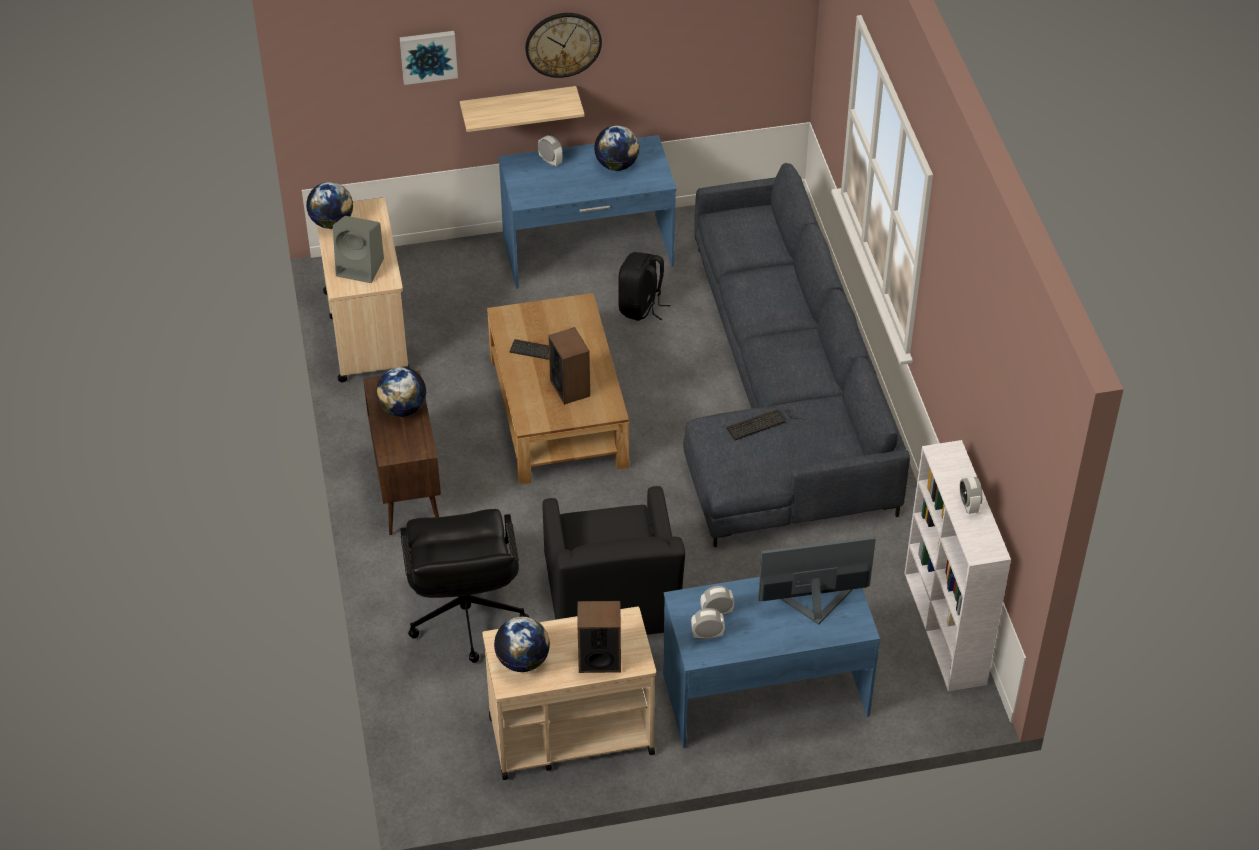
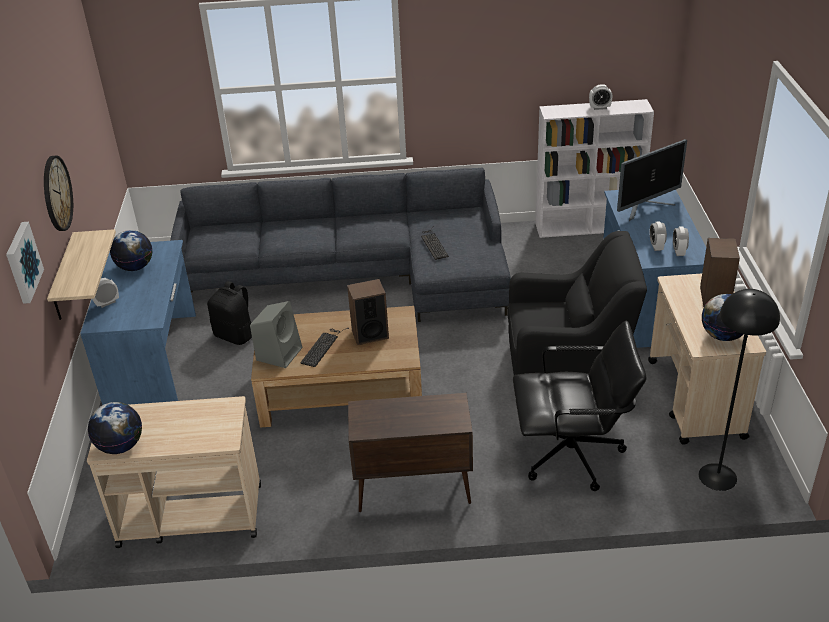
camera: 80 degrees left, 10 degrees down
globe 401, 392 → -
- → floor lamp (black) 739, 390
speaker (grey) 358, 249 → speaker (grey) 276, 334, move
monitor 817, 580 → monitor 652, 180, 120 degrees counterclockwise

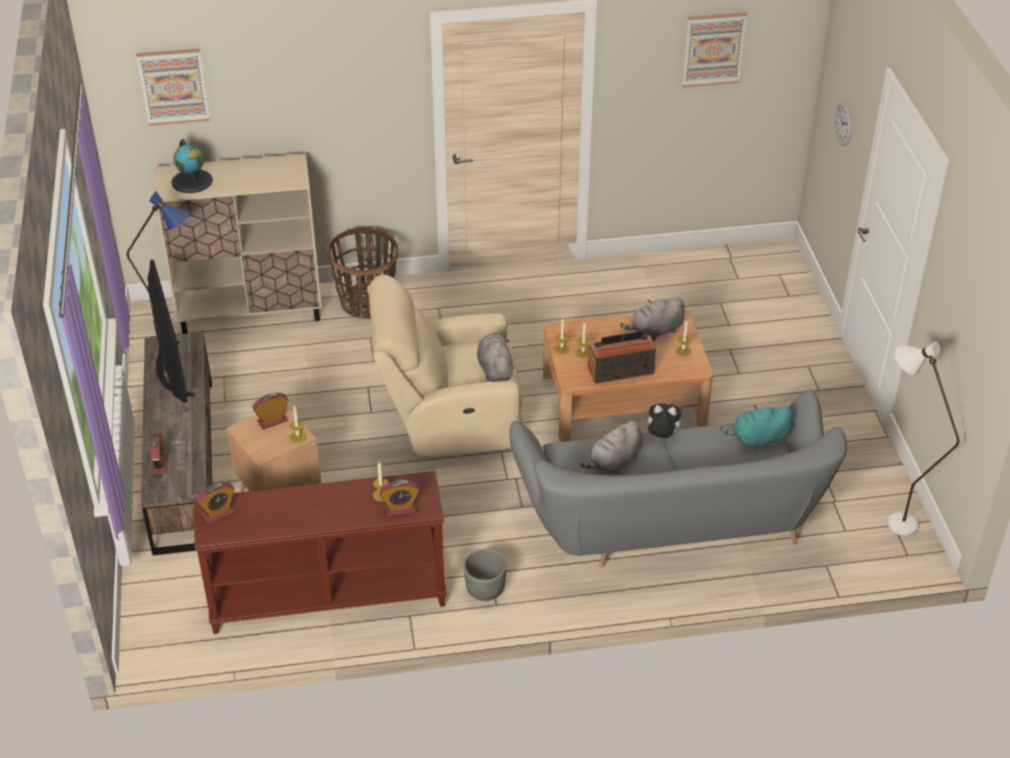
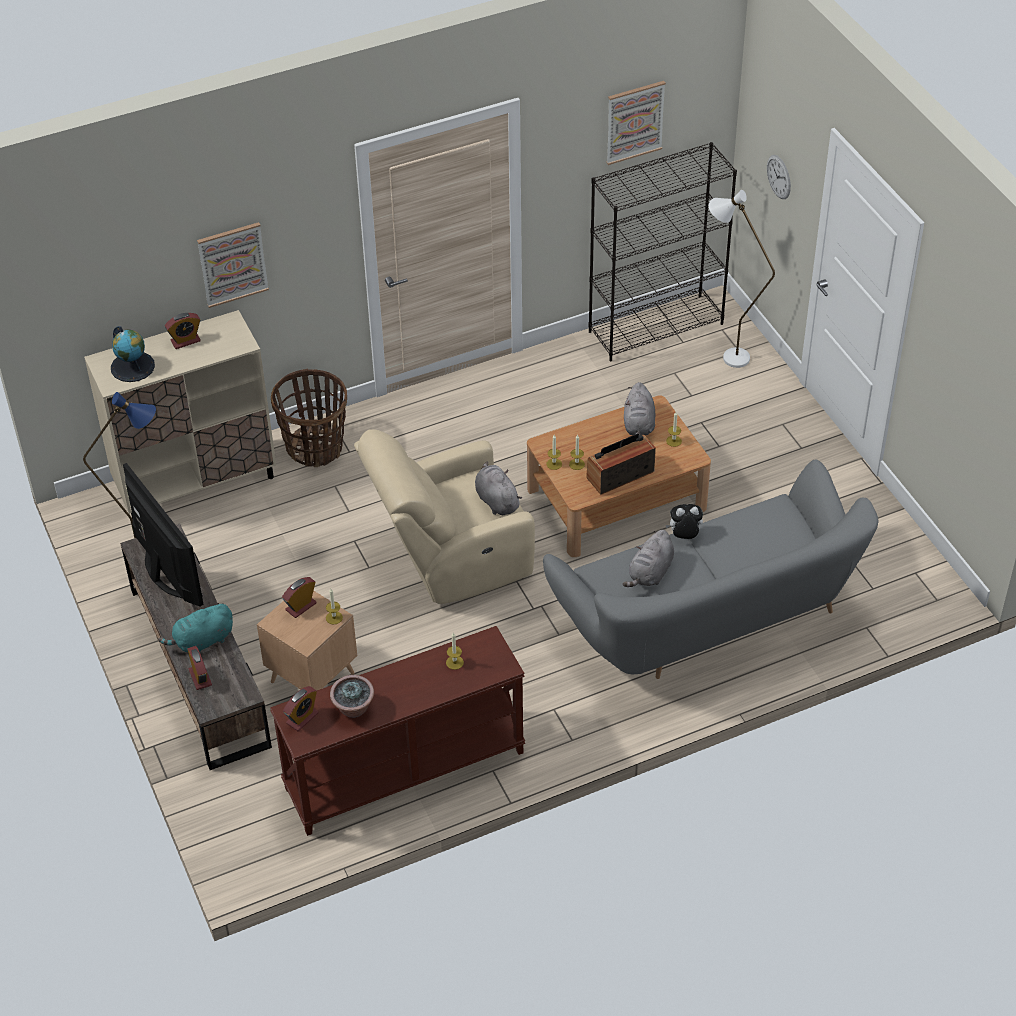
camera: 15 degrees left, 5 degrees up
planter (grey) 485, 575 → -
- → potted plant 352, 696
- → bookcase (black) 662, 251
picture 173, 87 → picture 233, 265, move
alarm clock 400, 498 → alarm clock 183, 331, move
plush toy (turquoise) 757, 427 → plush toy (turquoise) 195, 628, move
floor lamp (white) 923, 438 → floor lamp (white) 742, 279, move
plush toy (grey) 652, 319 → plush toy (grey) 639, 408, 45 degrees counterclockwise

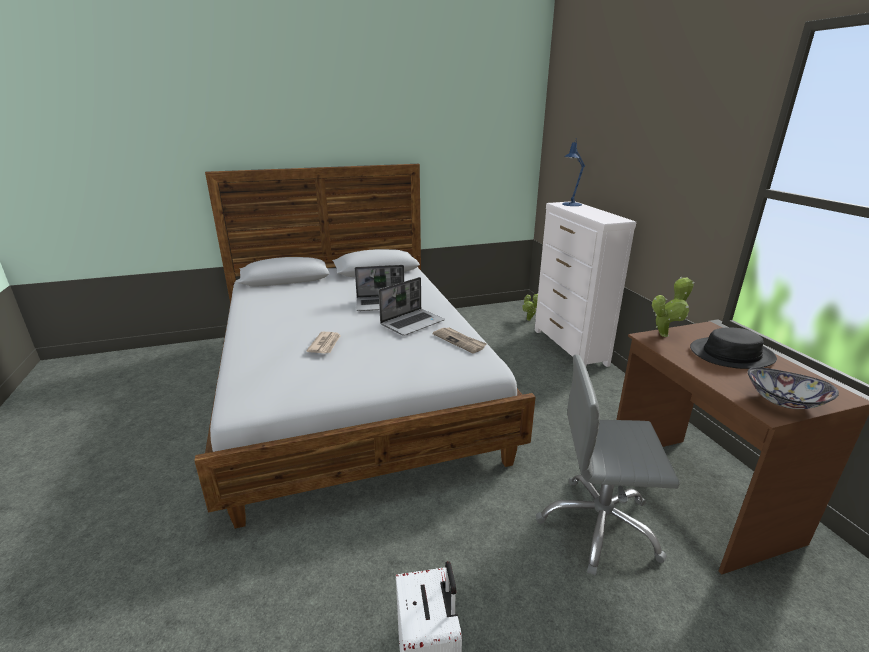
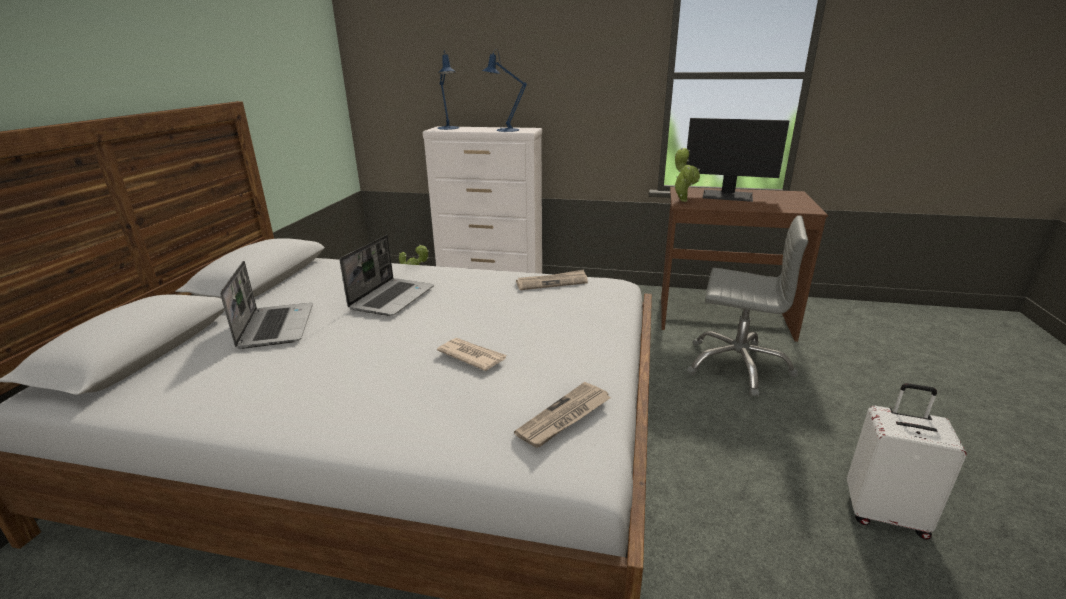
camera: 60 degrees left, 0 degrees up
bowl 793, 388 → -
- → table lamp (blue) 504, 90
- → newspaper 563, 415
laptop 412, 306 → laptop 266, 305, move
hat (black) 733, 348 → monitor 737, 160
office chair (grey) 608, 465 → office chair (grey) 747, 306, 105 degrees counterclockwise

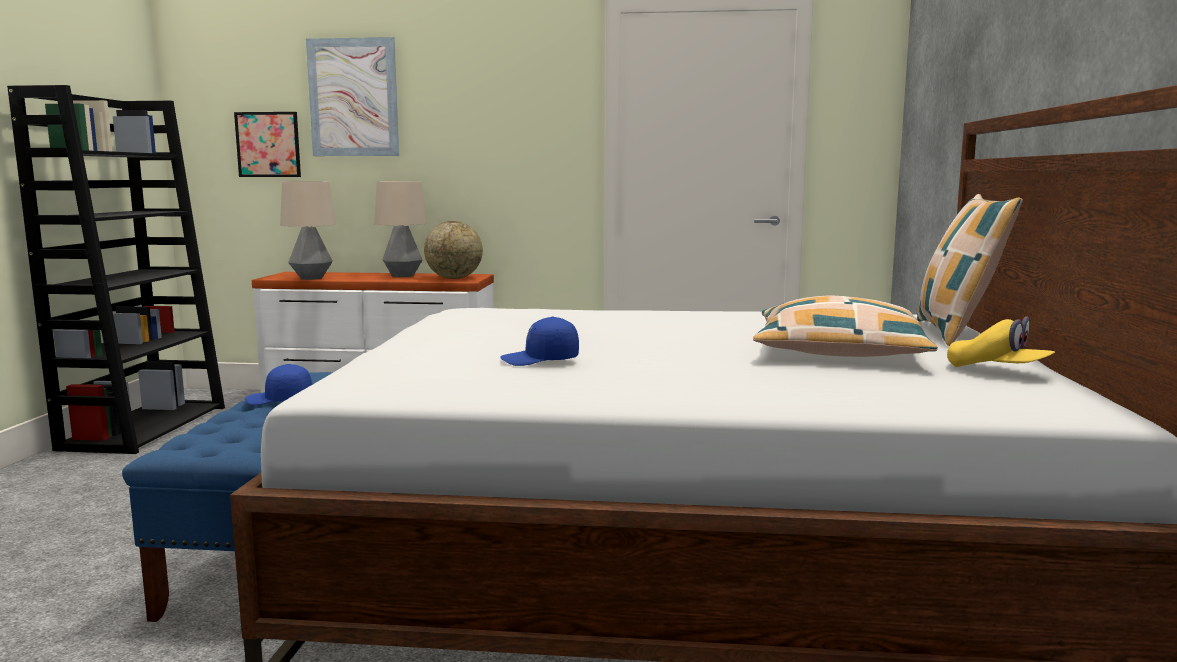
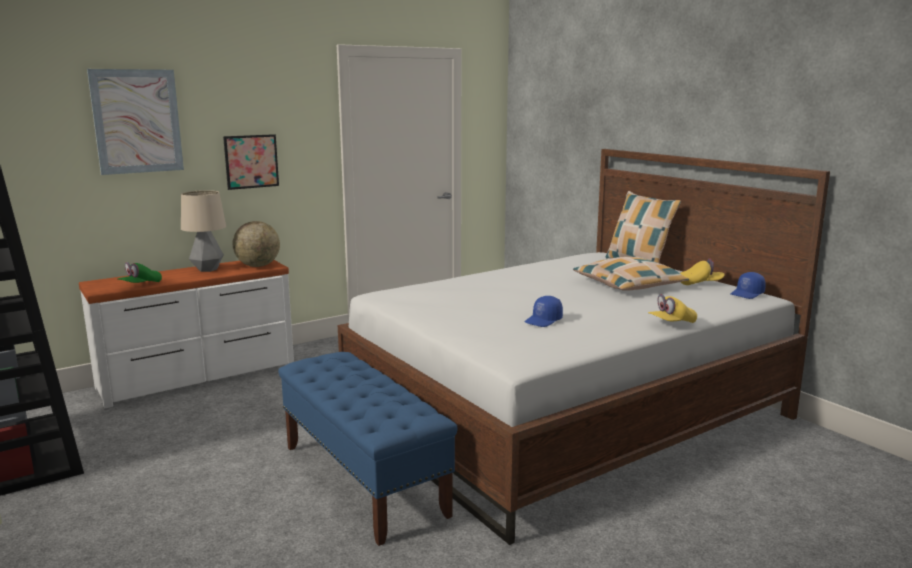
camera: 40 degrees left, 5 degrees up
- → cap (yellow) 672, 308
picture 267, 144 → picture 251, 162, move
cap (blue) 278, 384 → cap (blue) 748, 285, move
table lamp 308, 230 → cap (green) 140, 272

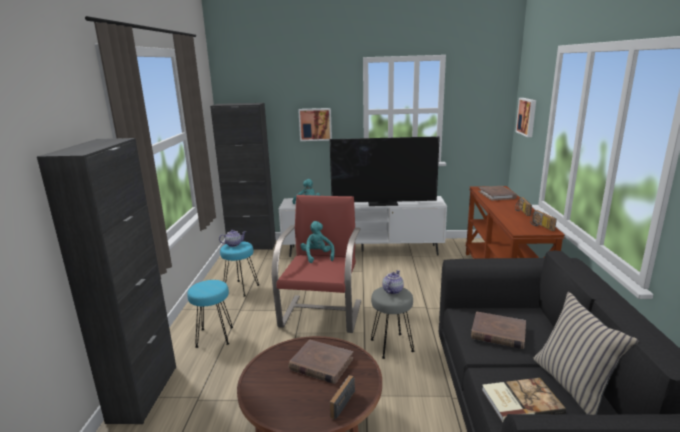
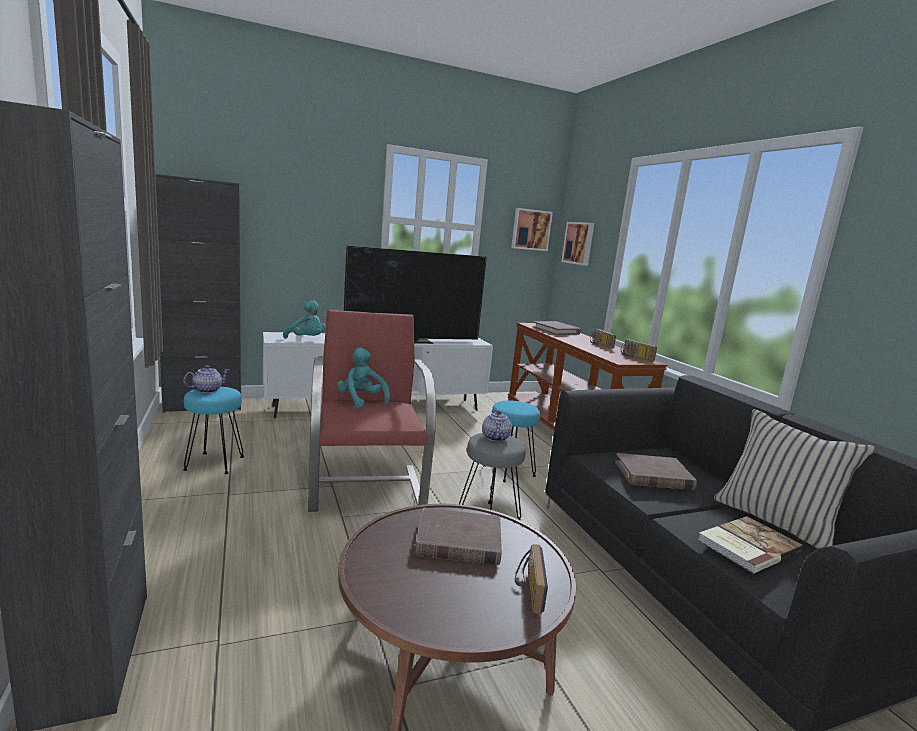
camera: 25 degrees left, 5 degrees down
stool (turquoise) 210, 314 → stool (turquoise) 511, 441, move
picture 315, 124 → picture 532, 229, move

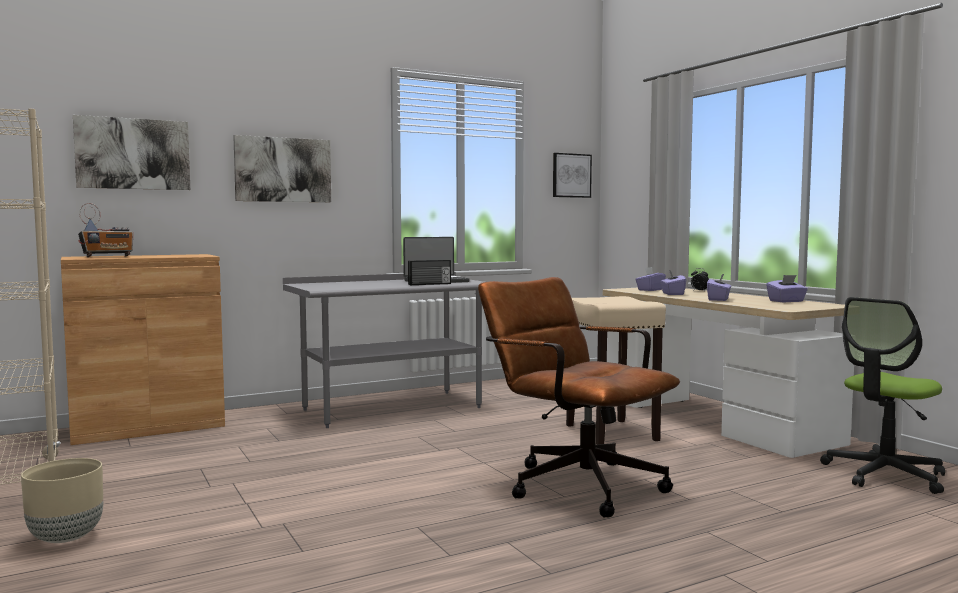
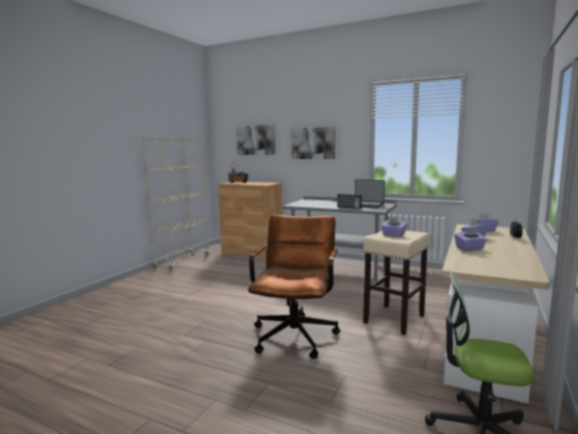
camera: 55 degrees right, 5 degrees up
planter (beige) 62, 500 → -
picture 572, 175 → -
tissue box (purple) 787, 289 → tissue box (purple) 394, 227, move

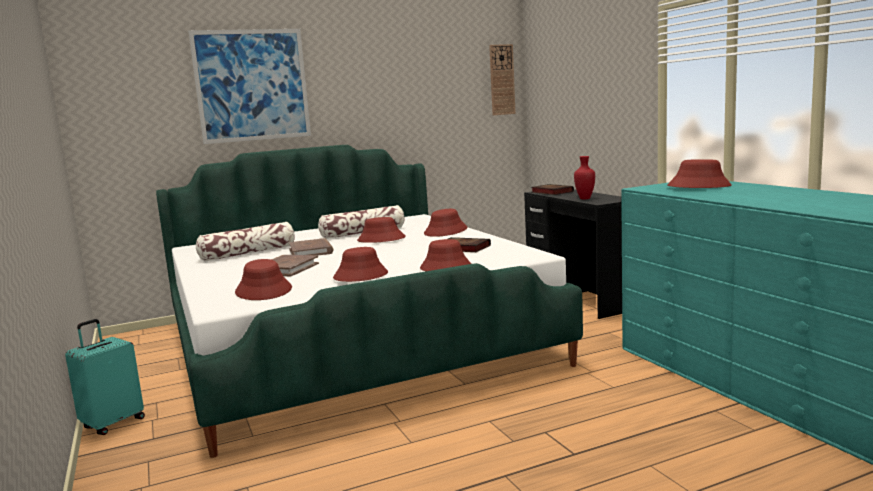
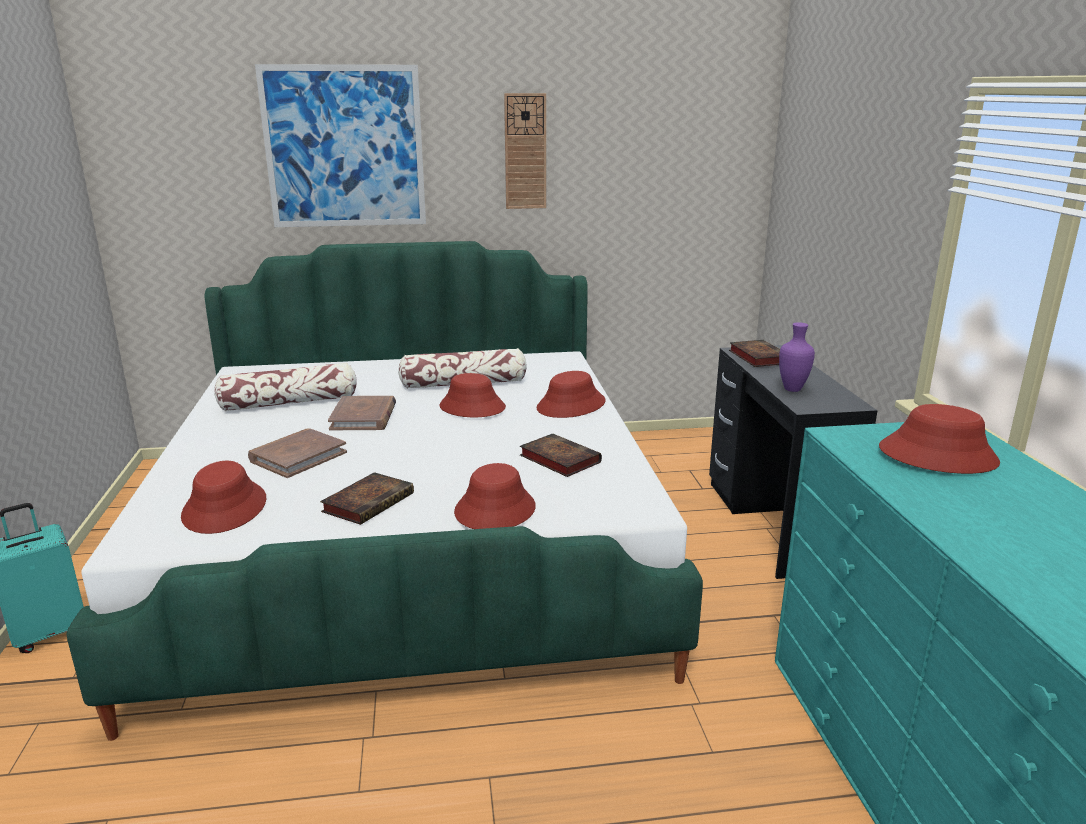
camera: 15 degrees right, 10 degrees up
wall clock 502, 79 → wall clock 525, 151, move
hat (red) 360, 264 → book 367, 498
vase (red) 584, 177 → vase (purple) 797, 357

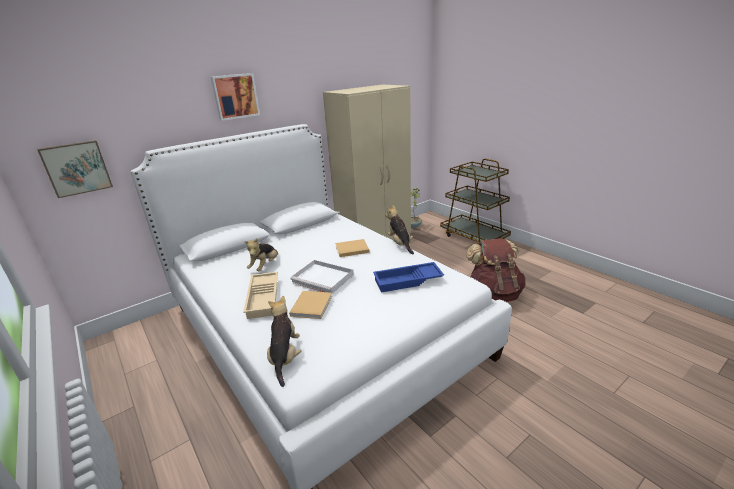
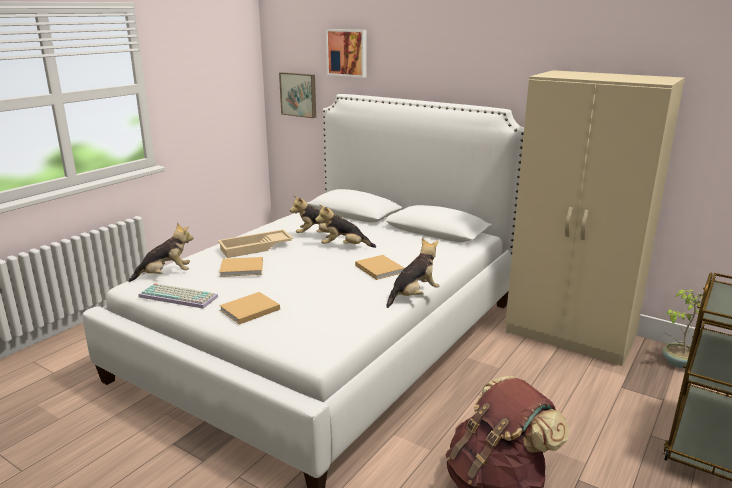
camera: 70 degrees right, 5 degrees down
tray (white) 322, 277 → -
tray (blue) 408, 277 → -
- → keyboard 178, 296
- → book (beige) 249, 308
- → plush toy 345, 226
picture 235, 97 → picture 346, 53, move

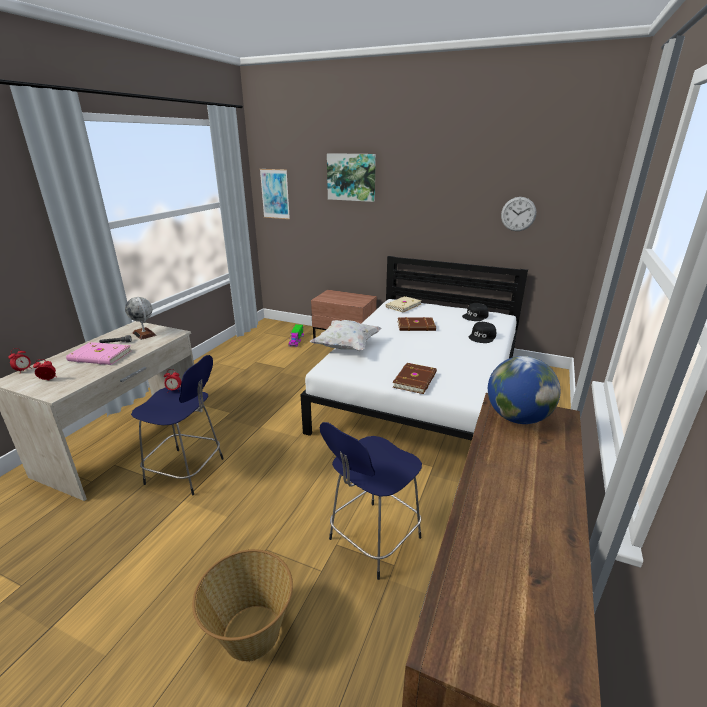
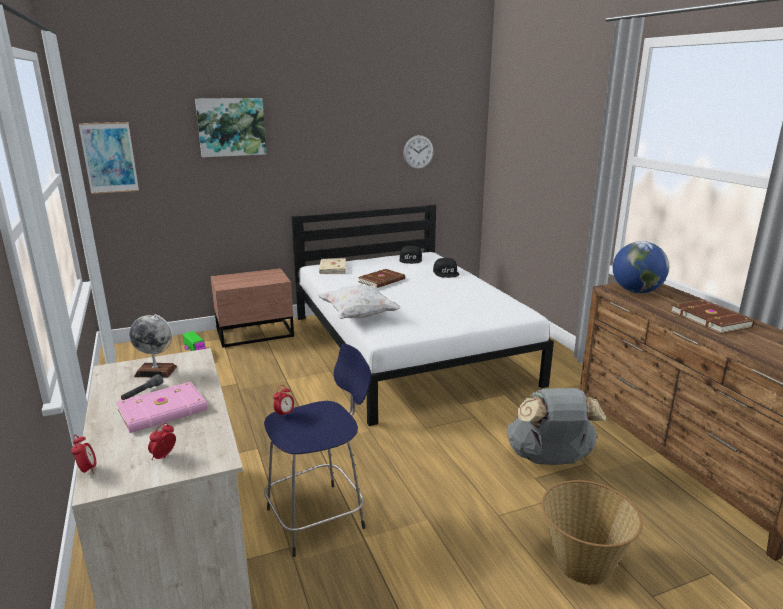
camera: 45 degrees left, 5 degrees down
book (brown) 415, 378 → book (brown) 712, 317, move
stool (blue) 371, 501 → backpack (grey) 556, 426

